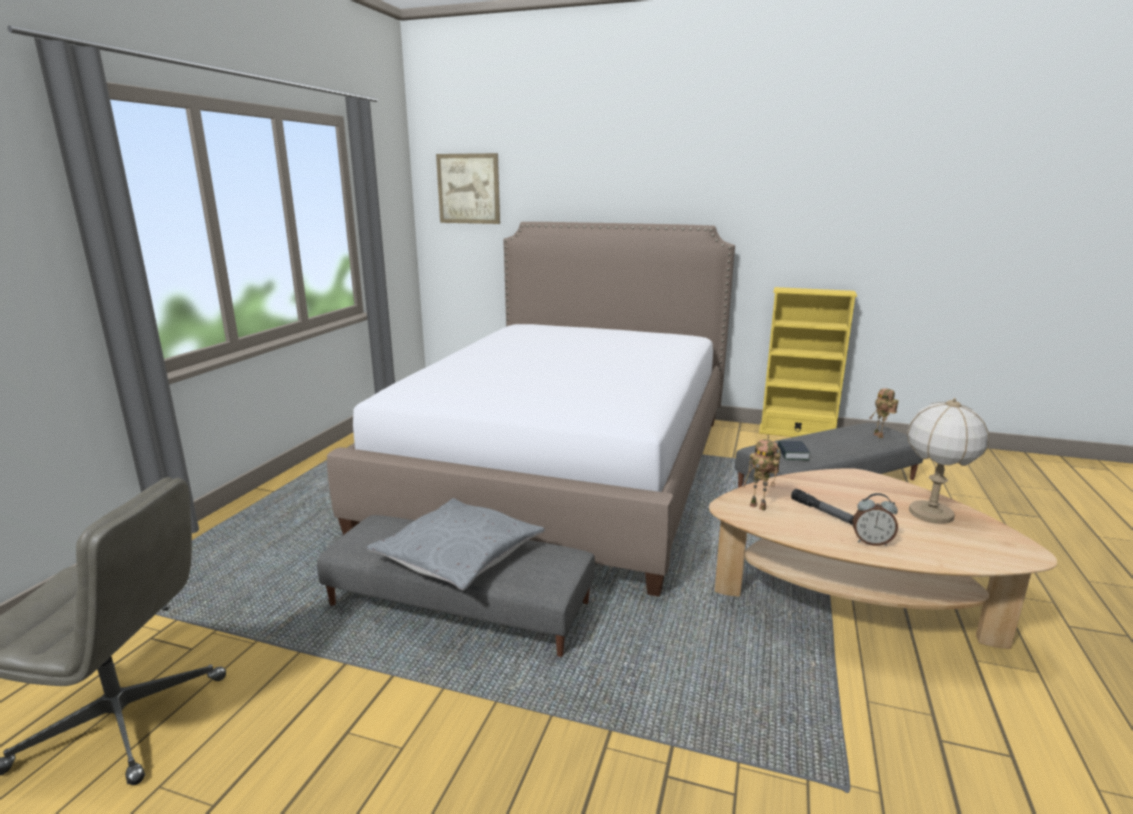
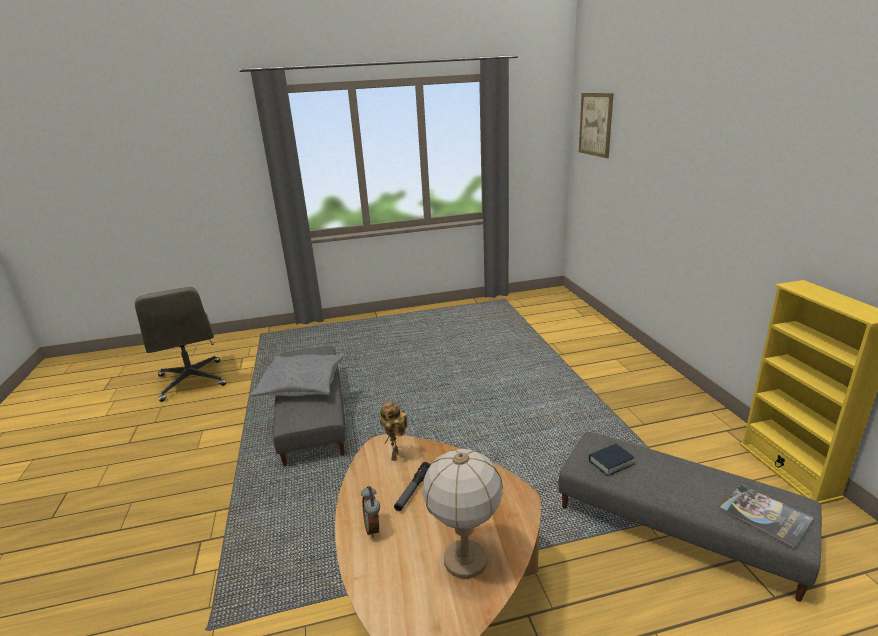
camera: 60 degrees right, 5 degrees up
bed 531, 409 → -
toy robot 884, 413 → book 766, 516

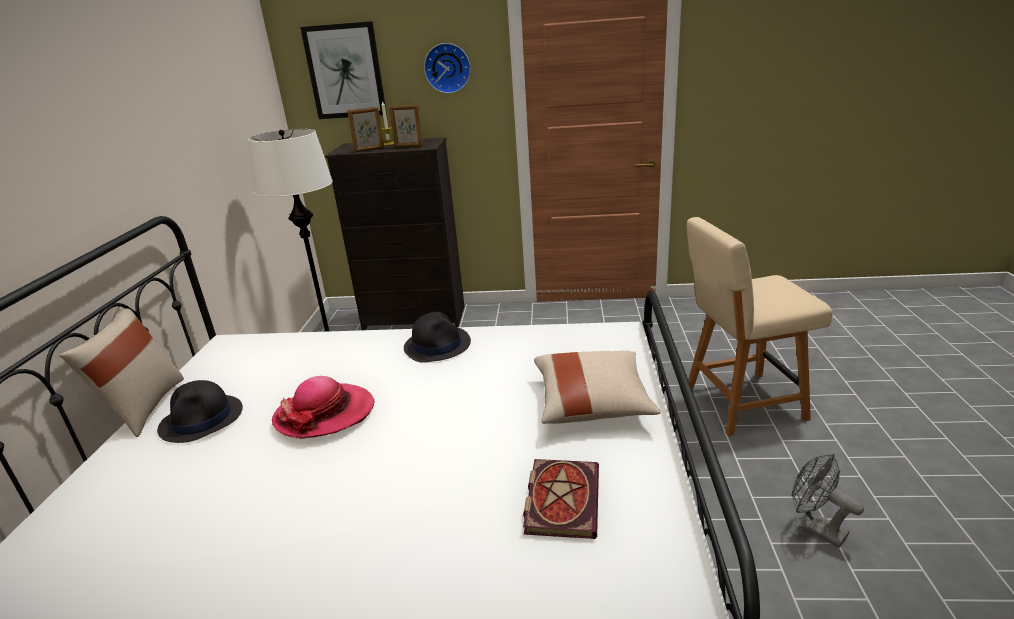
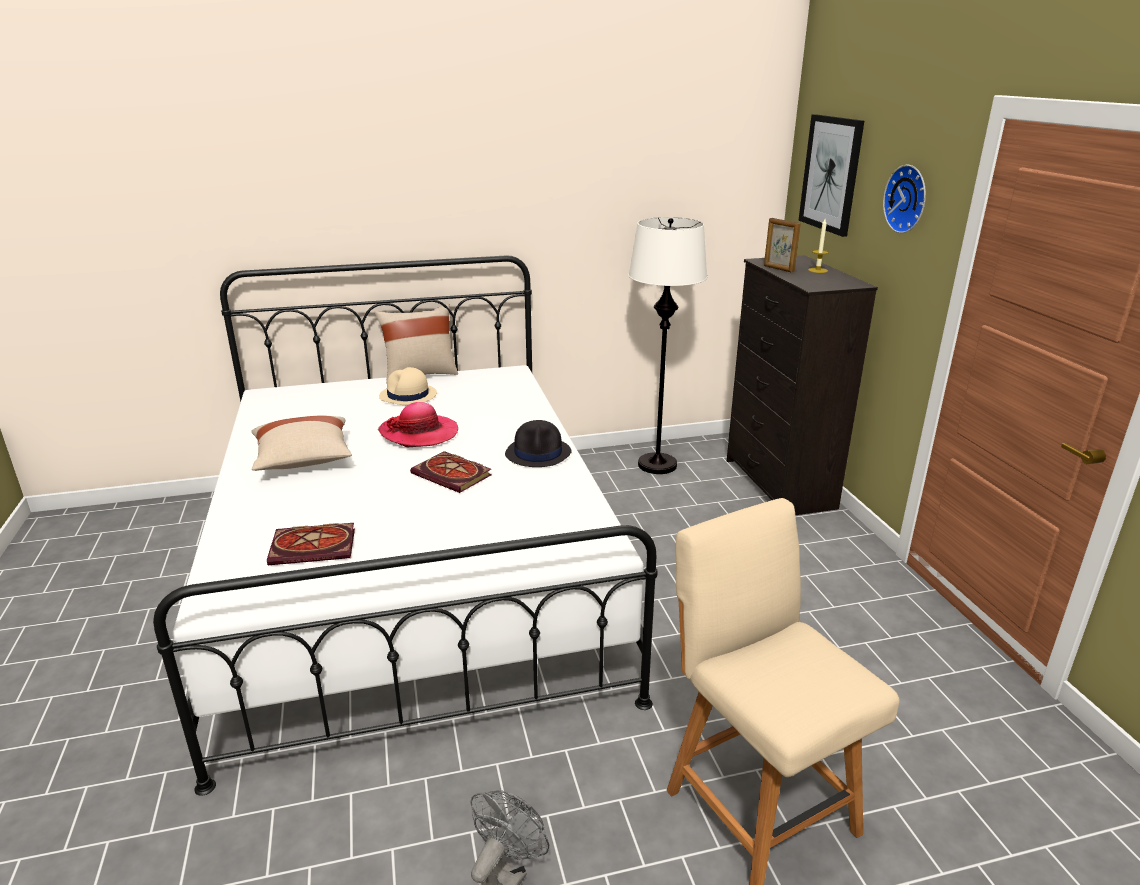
camera: 70 degrees right, 0 degrees up
picture frame 406, 125 → -
- → book 451, 472
pillow (beige) 597, 387 → pillow (beige) 301, 443, move
hat (black) 200, 411 → hat (beige) 408, 386

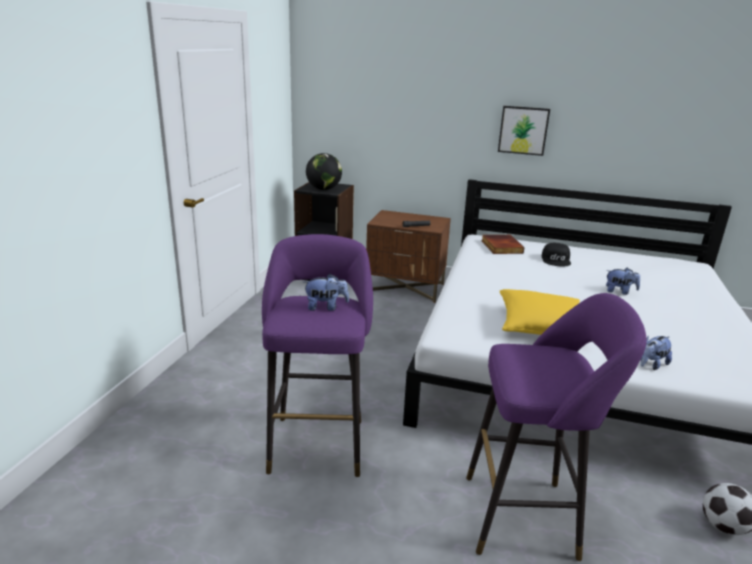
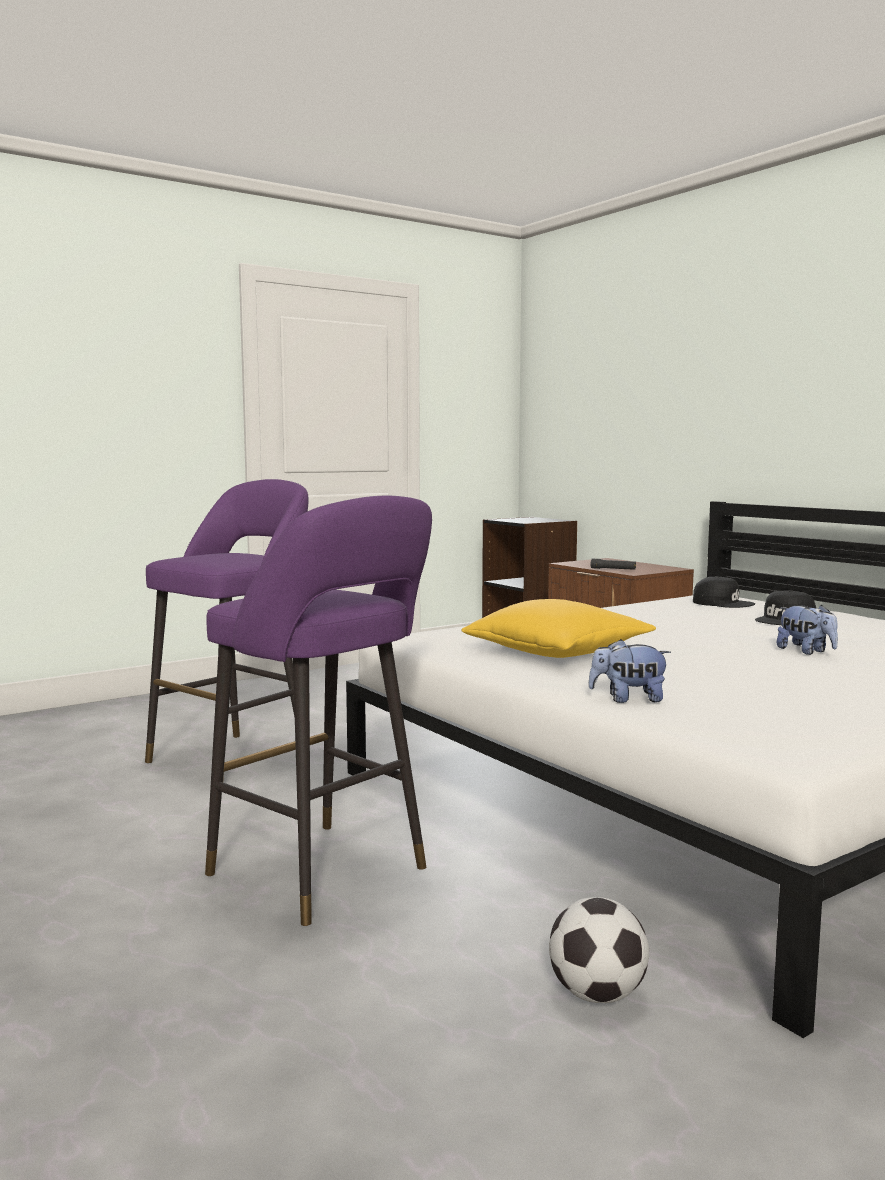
camera: 40 degrees right, 15 degrees down
plush toy 326, 292 → -
globe 324, 171 → -
picture 524, 131 → -
book 503, 244 → cap (black) 724, 592

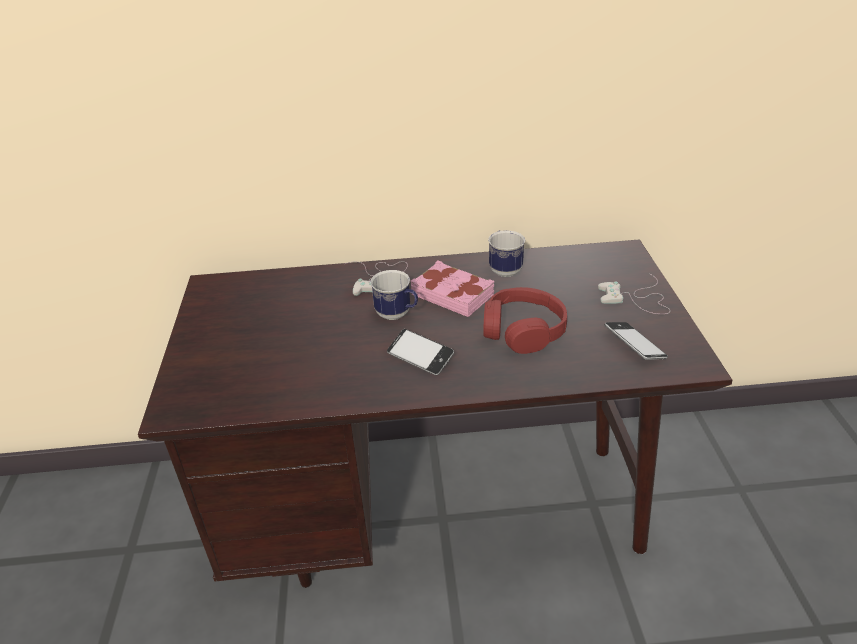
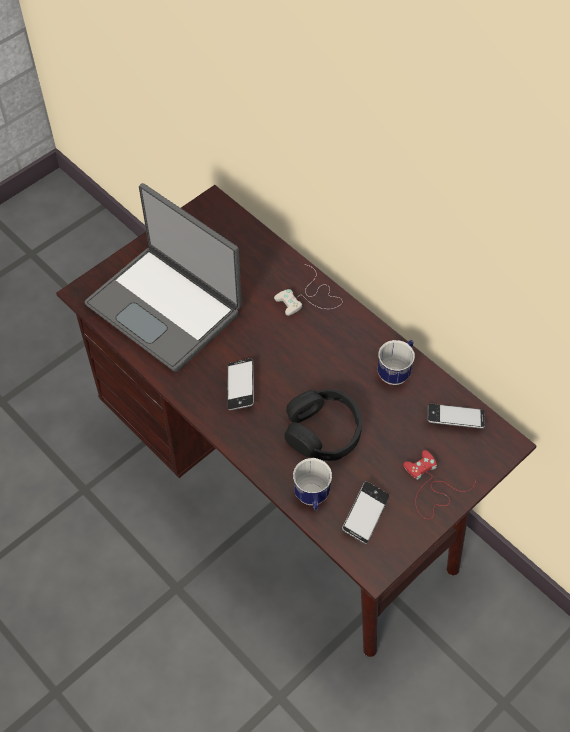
camera: 50 degrees right, 20 degrees up
book (pink) 452, 288 → -
- → laptop 163, 277
- → phone 456, 416
mug 394, 295 → mug 312, 484, move
headphones (red) 525, 320 → headphones (black) 323, 425
game controller (white) 634, 294 → game controller (red) 439, 484

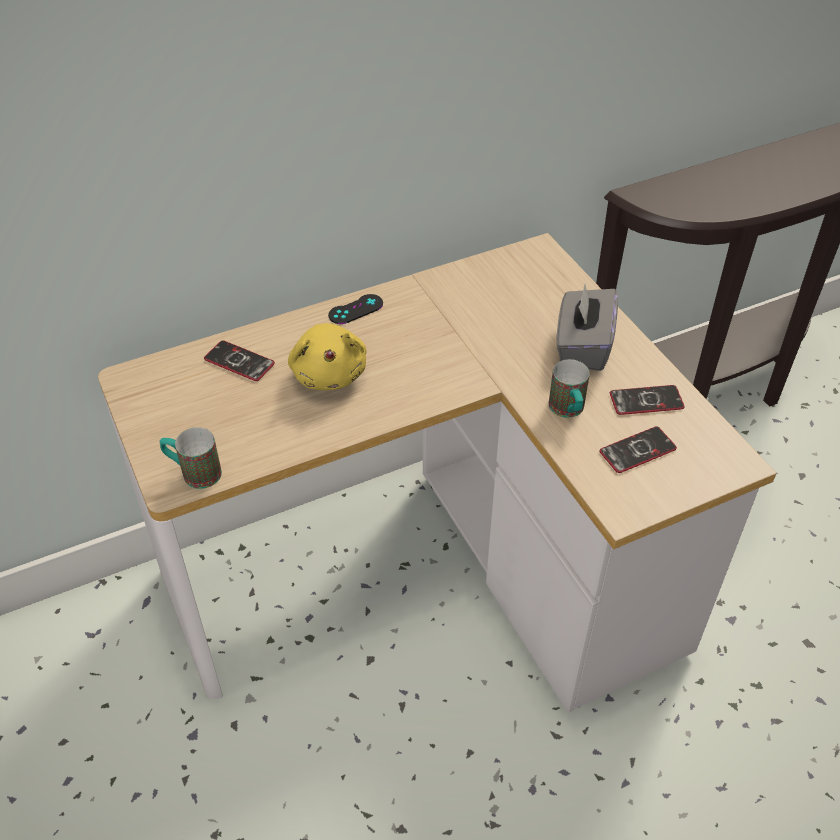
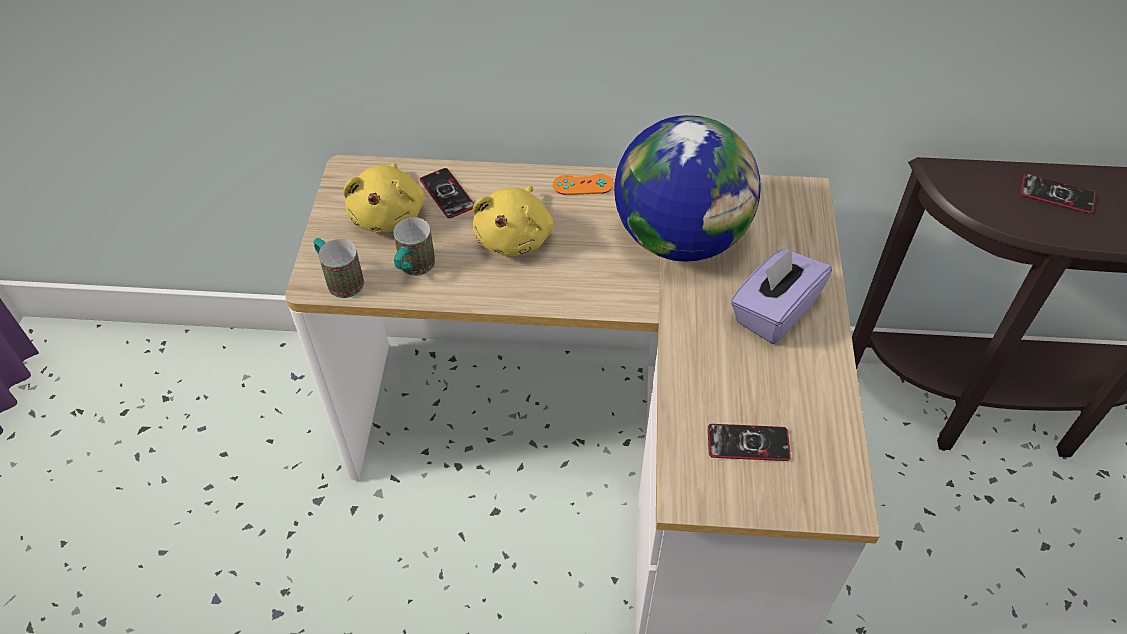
camera: 30 degrees right, 5 degrees up
- → plush toy (yellow) 384, 198
- → globe 687, 188
mug 569, 388 → mug 414, 246, move
phone 647, 400 → phone 1057, 194, move
game controller (black) 355, 309 → game controller (orange) 583, 184
tissue box (grey) 587, 327 → tissue box (purple) 781, 296

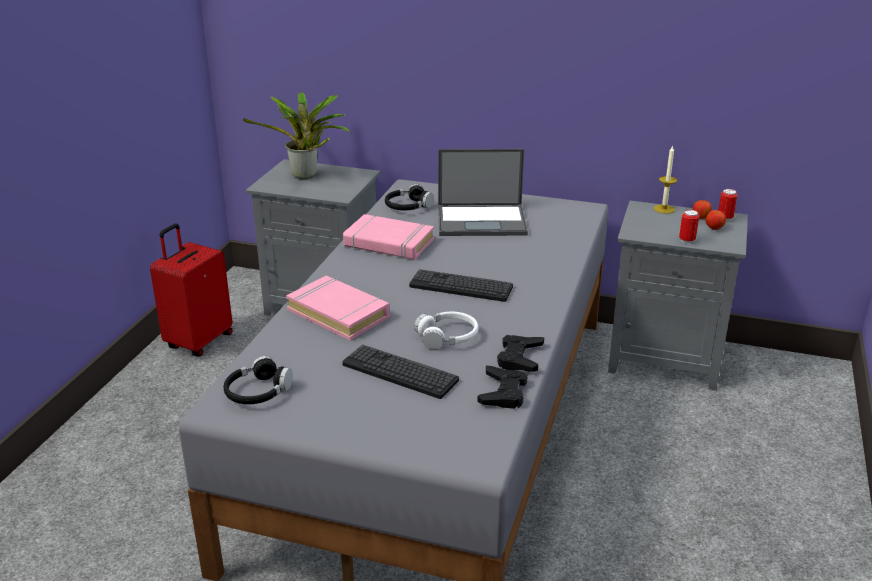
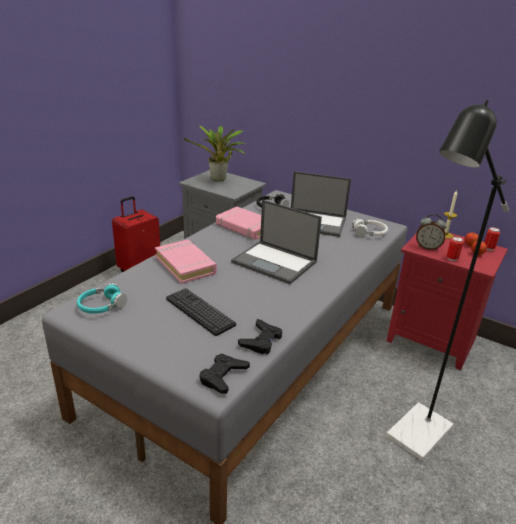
camera: 15 degrees right, 0 degrees up
- → floor lamp (black) 447, 280
- → alarm clock 431, 232
headphones (white) 446, 331 → headphones (white) 370, 227, move
game controller (black) 520, 353 → game controller (black) 224, 373, move
keyboard 461, 285 → laptop 276, 242
headphones (black) 258, 380 → headphones (turquoise) 102, 298
nightstand (grey) 678, 295 → nightstand (red) 447, 301

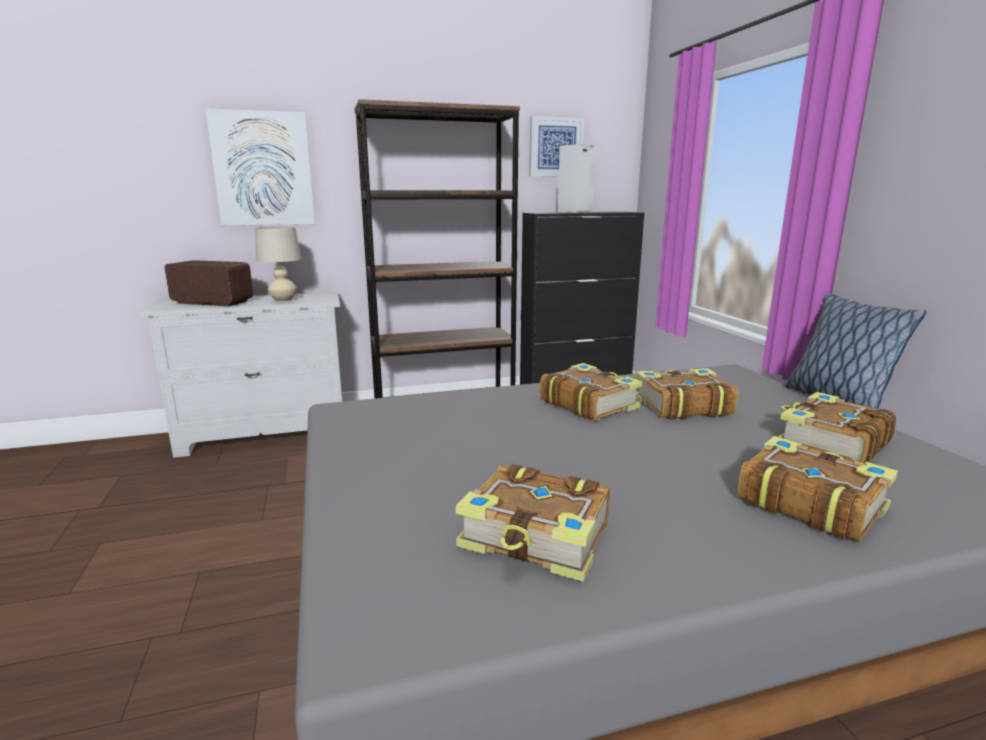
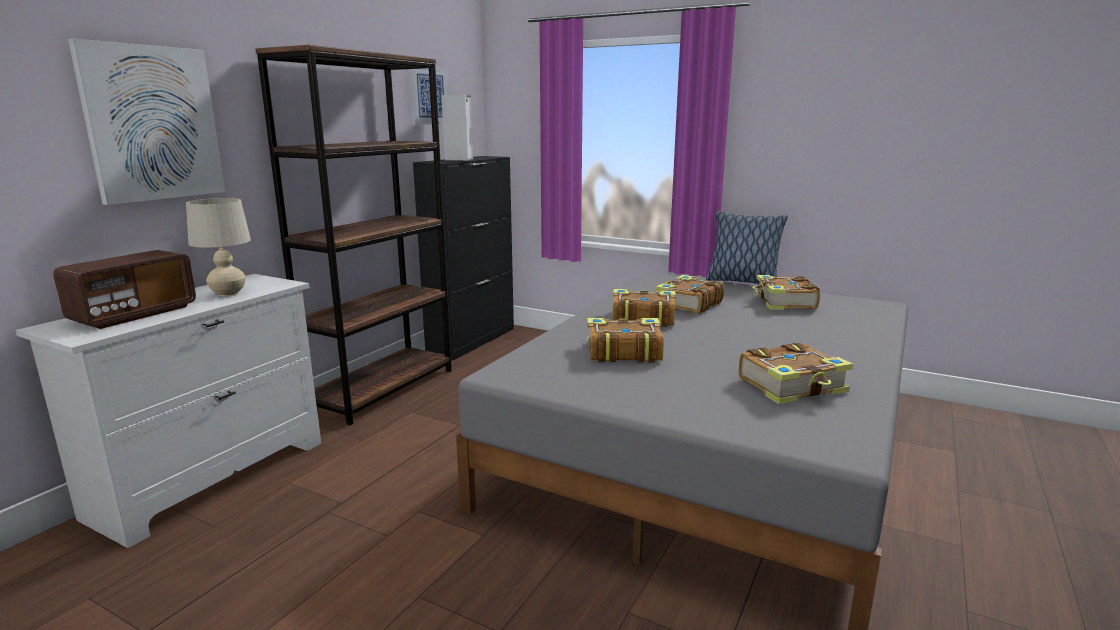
camera: 45 degrees left, 0 degrees up
book 818, 489 → book 625, 340, move
radio 209, 283 → radio 124, 289, 150 degrees clockwise

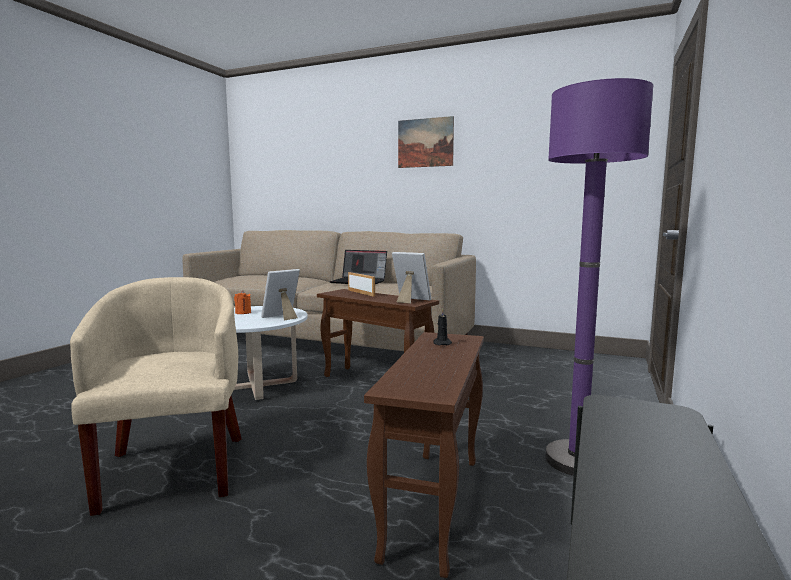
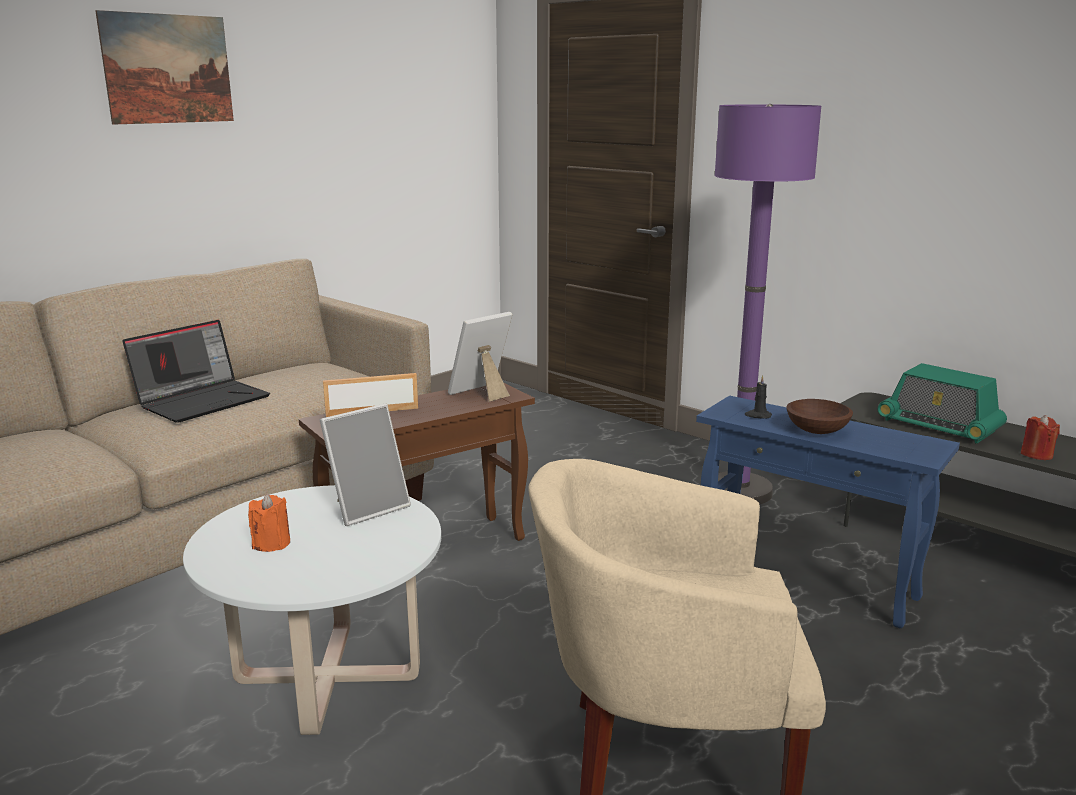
camera: 70 degrees left, 10 degrees up
- → bowl (brown) 819, 416
- → radio 942, 403
- → candle (red) 1040, 437
side table (brown) 424, 455 → side table (blue) 828, 512
picture frame 280, 294 → picture frame 365, 465, 105 degrees counterclockwise

